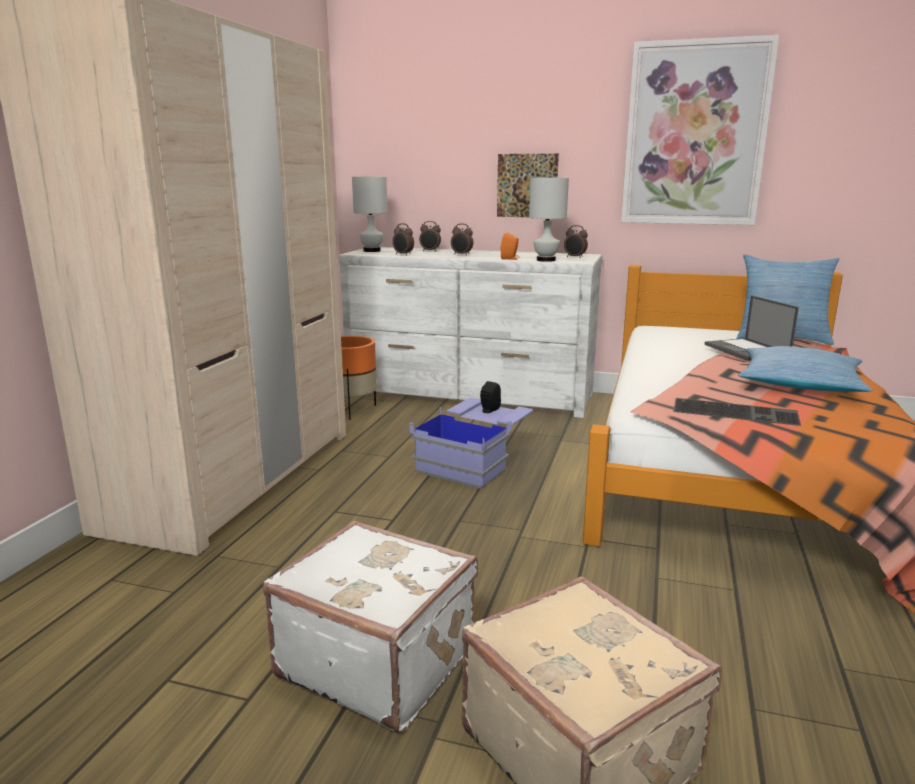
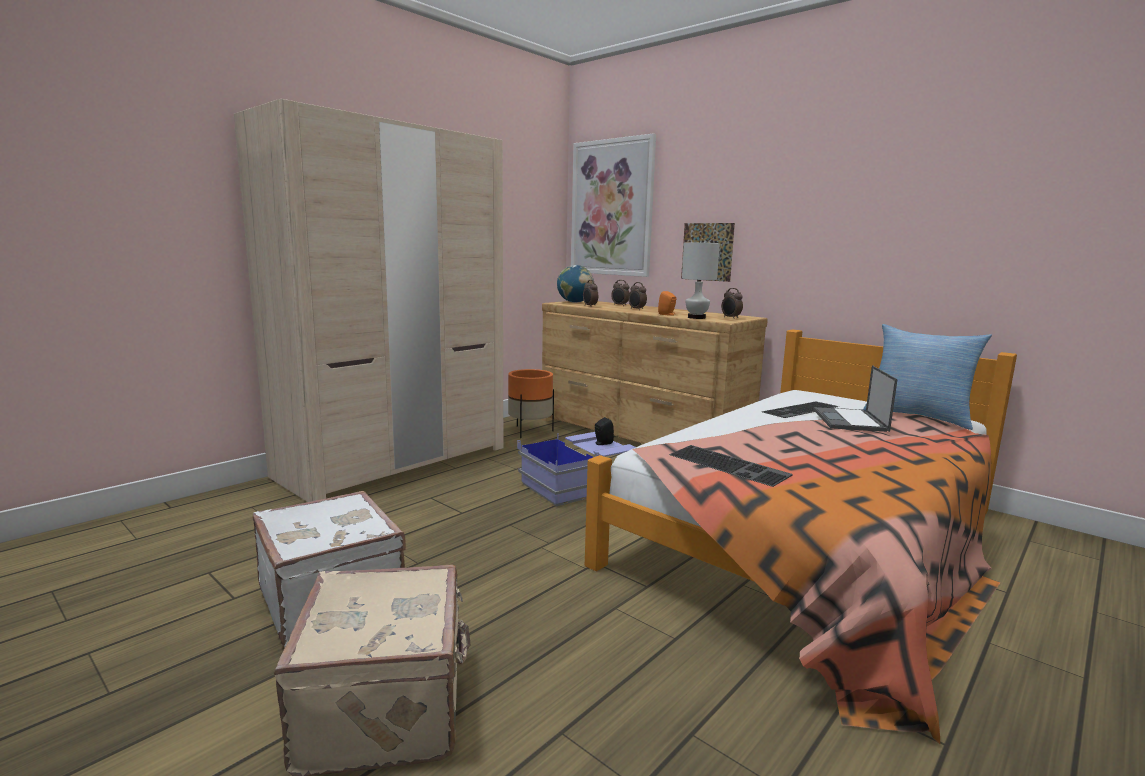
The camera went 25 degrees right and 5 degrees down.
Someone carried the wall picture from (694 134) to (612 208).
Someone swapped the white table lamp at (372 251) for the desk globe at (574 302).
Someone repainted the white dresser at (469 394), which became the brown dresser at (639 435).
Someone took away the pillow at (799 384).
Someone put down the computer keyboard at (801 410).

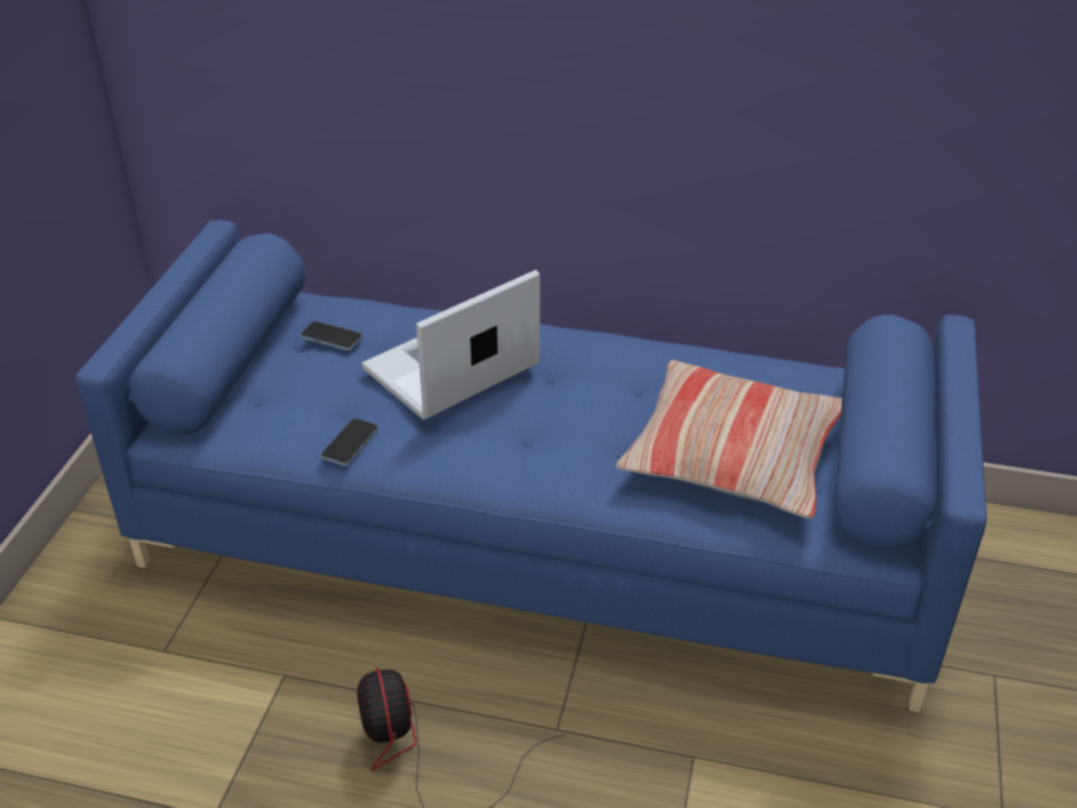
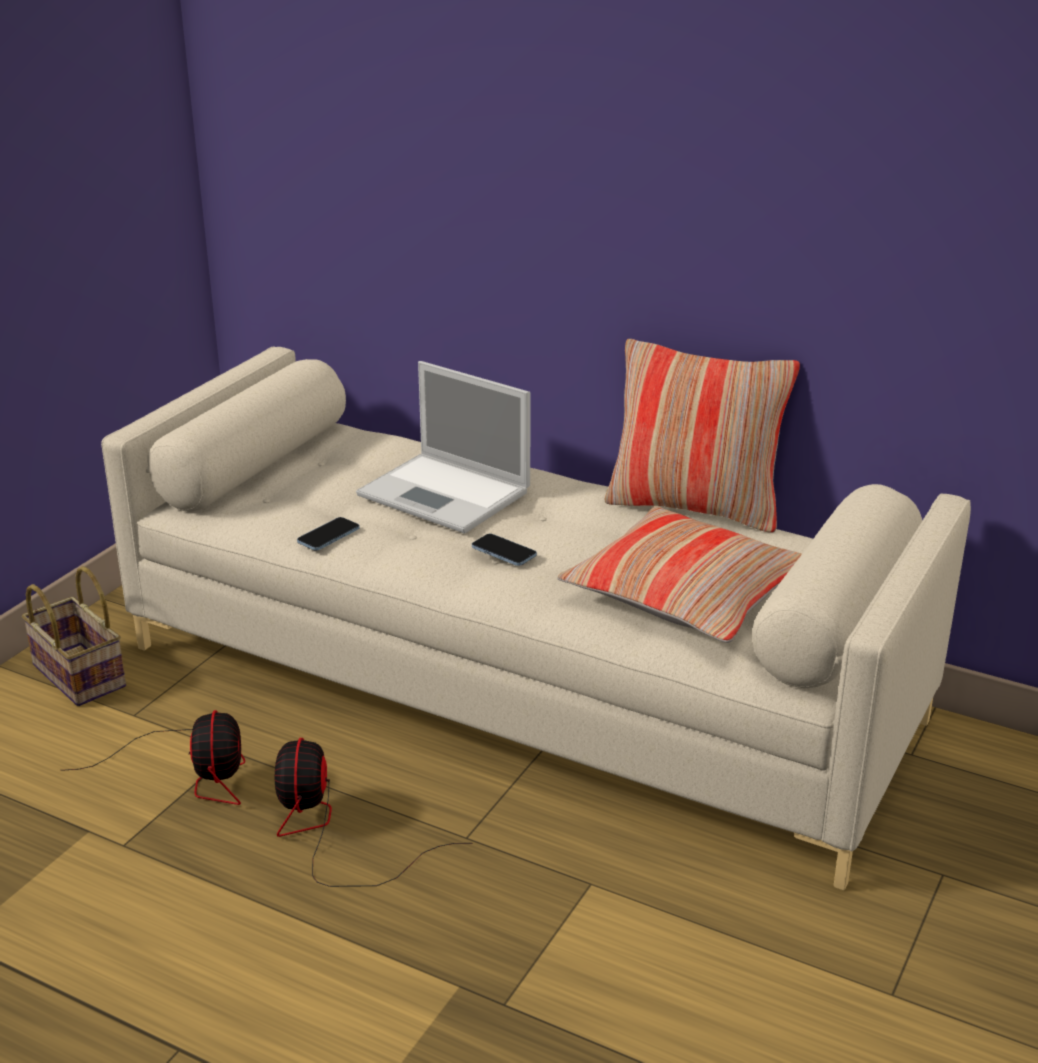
The camera went 15 degrees right and 10 degrees down.
Someone repainted the blue settee at (541 535), which became the beige-coloured settee at (522 683).
Someone rotated the laptop at (448 369) by 120 degrees counterclockwise.
Someone carried the telephone from (331 337) to (504 552).
Someone put down the pillow at (694 507).
Someone put down the household basket at (76 675).
Someone put down the cooling fan at (195 772).

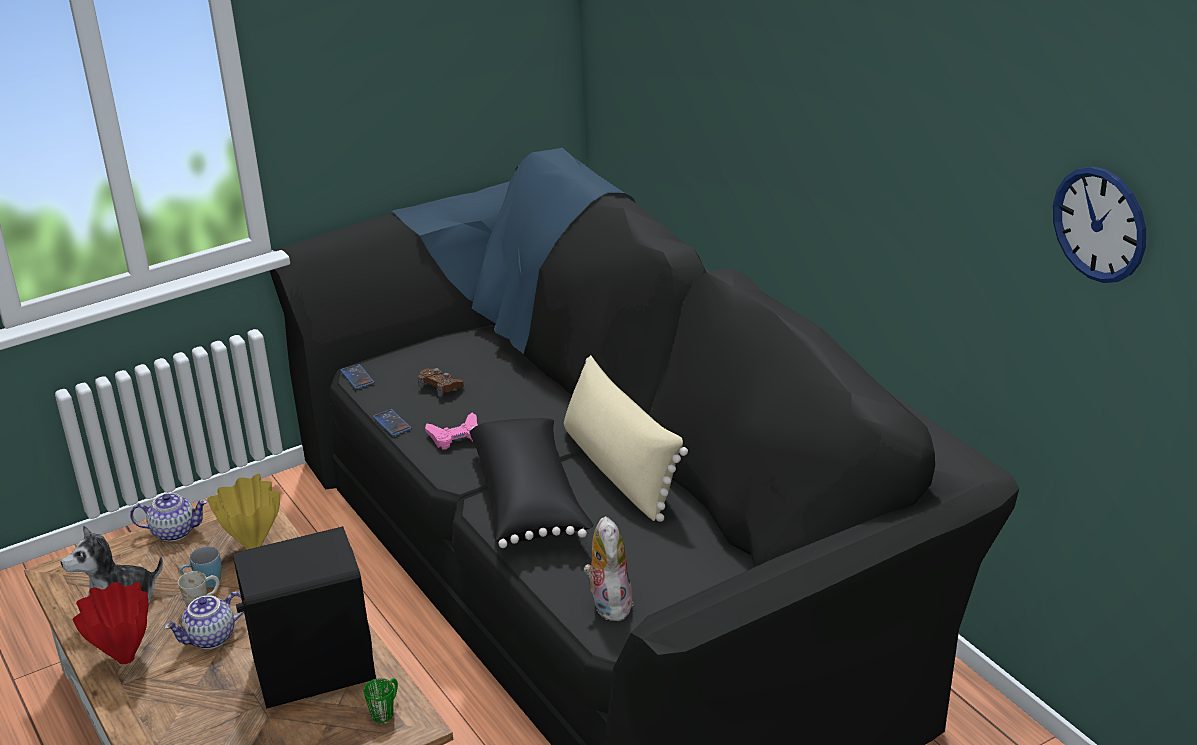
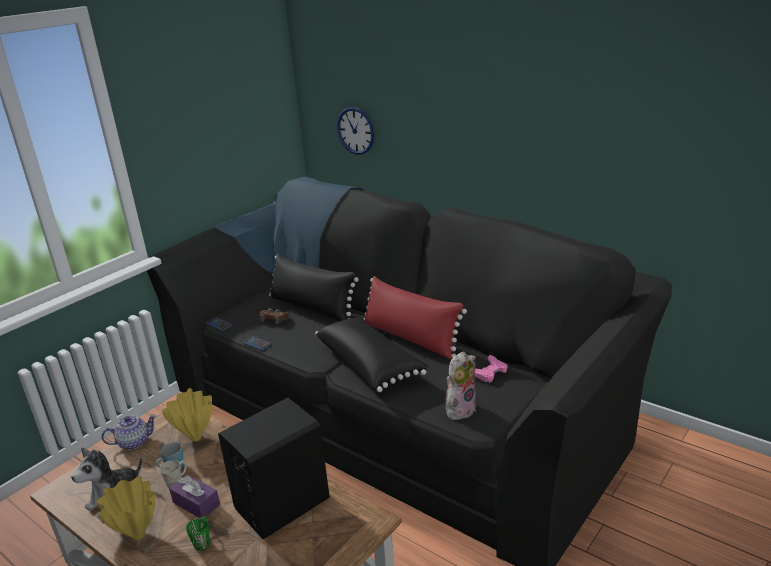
The camera went 20 degrees left and 5 degrees down.
Someone carried the hanging clock from (1099 224) to (355 130).
Someone repainted the beige-coloured pillow at (620 470), which became the reddish pillow at (410 338).
Someone carried the pink-coloured gamepad from (456 436) to (489 372).
Someone rotated the soft toy at (608 603) by 75 degrees clockwise.
Someone repainted the reddish vase at (125 657), which became the yellowish vase at (137 534).
Someone swapped the pot for tea at (211 639) for the purple box of tissues at (196 503).
Someone carried the green-coloured mug from (386 710) to (203 540).
Someone put down the black pillow at (312 308).

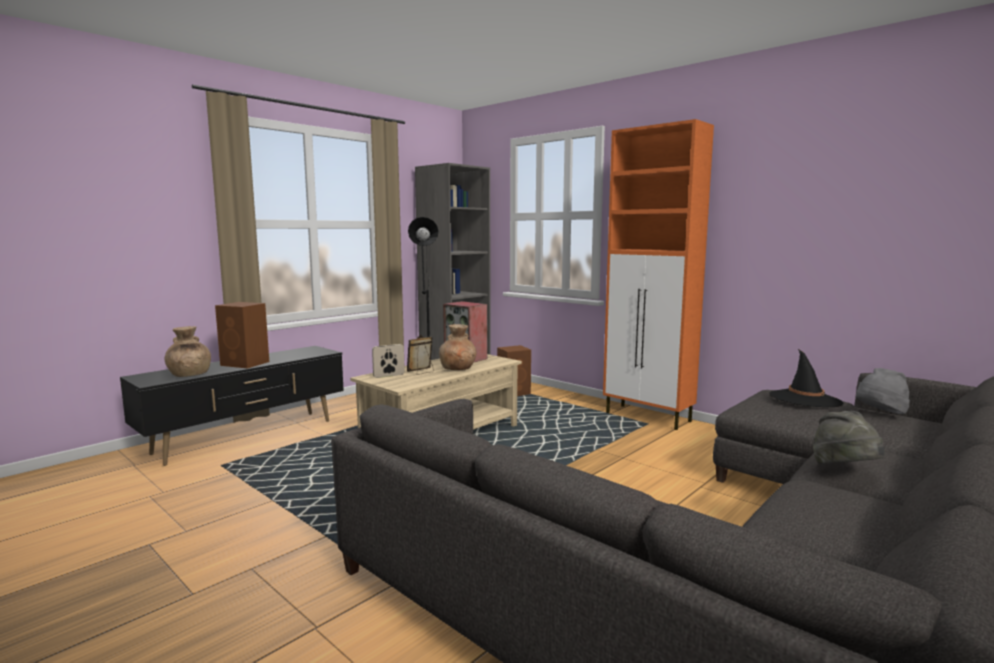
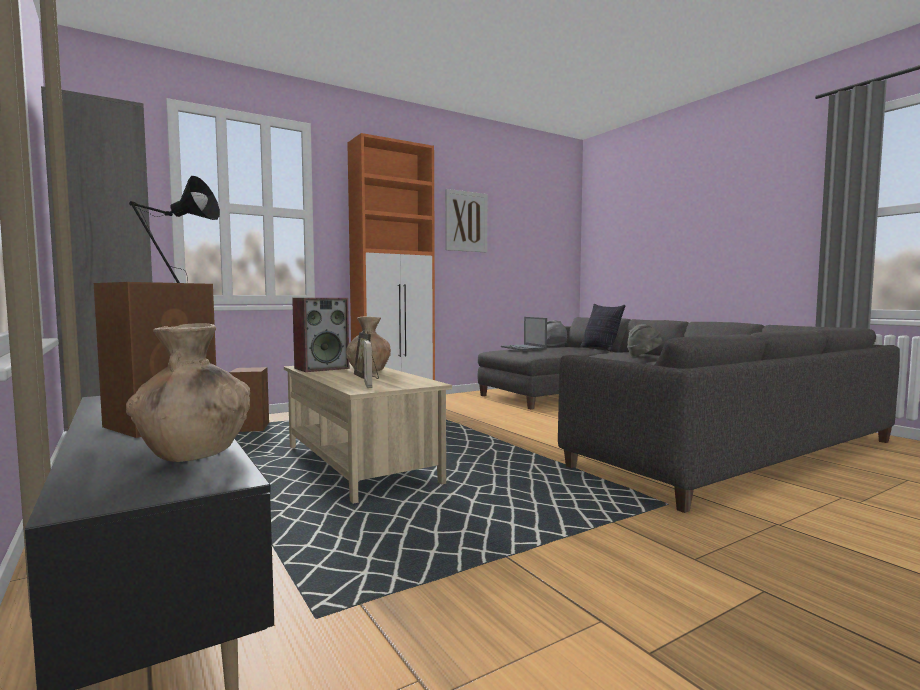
The camera went 75 degrees left and 5 degrees down.
Someone swapped the black clothing hat at (805 399) for the laptop at (523 348).
Someone put up the wall picture at (466 221).
Someone put down the pillow at (601 349).

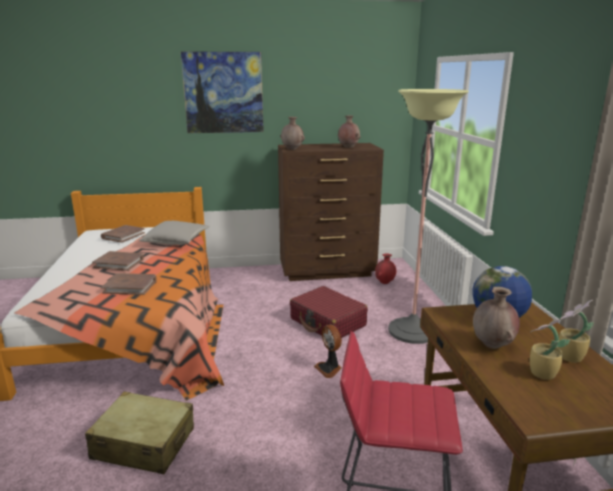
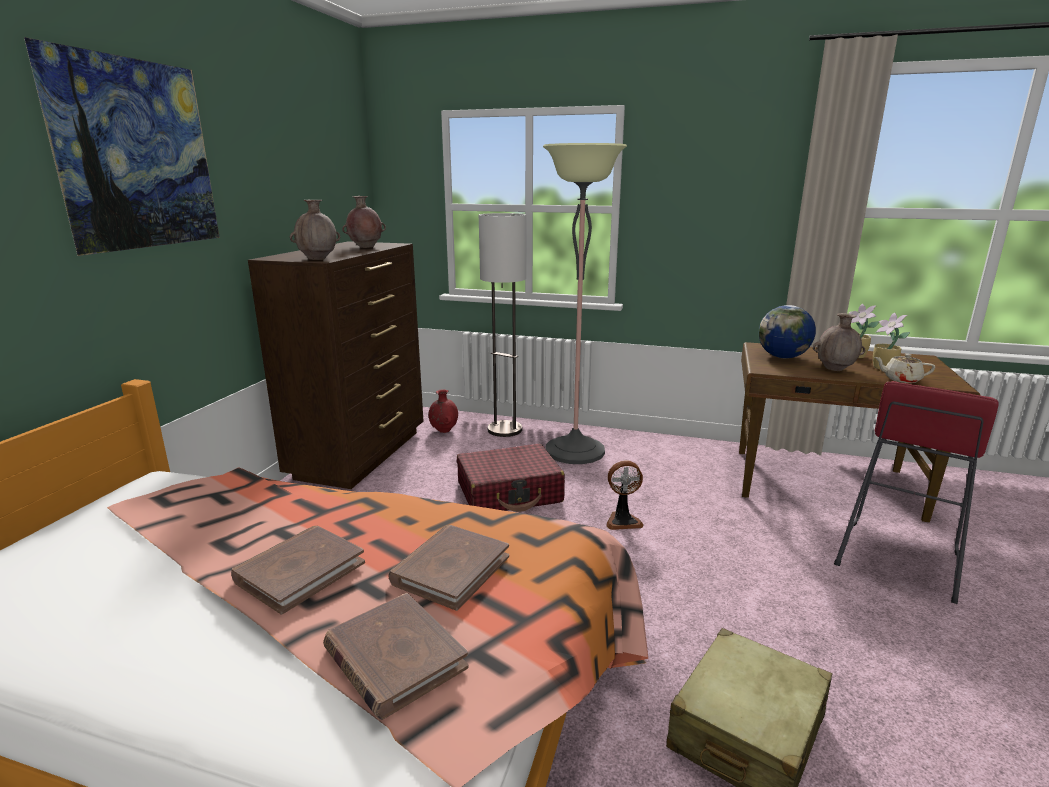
The camera went 65 degrees left and 0 degrees up.
Someone took away the gray pillow at (176 241).
Someone carried the brown book from (123 235) to (394 658).
Someone put down the floor lamp at (505 429).
Someone put down the beige-coloured pot for tea at (901 379).

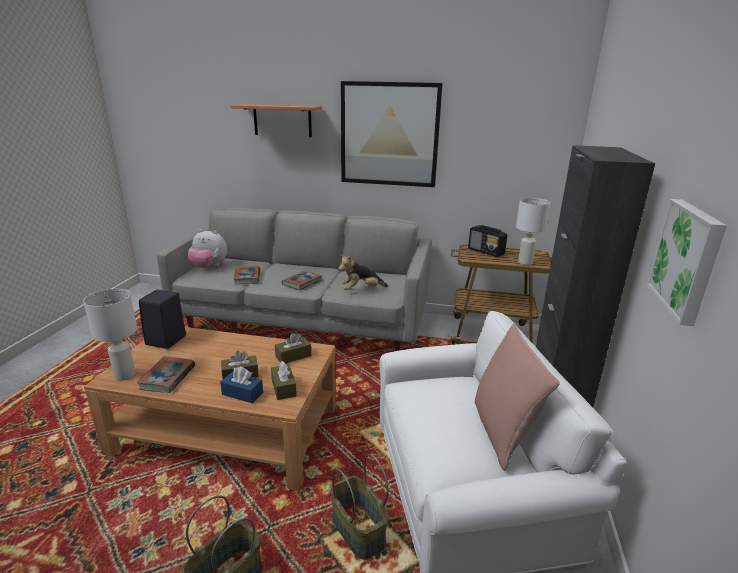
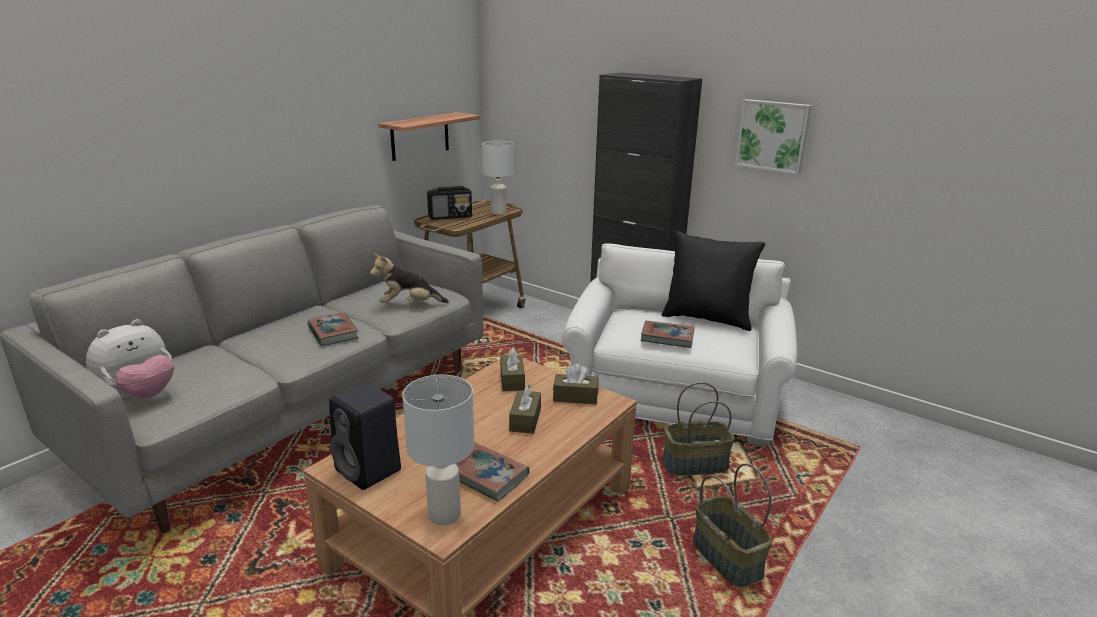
The camera went 65 degrees left and 0 degrees up.
Someone took away the wall picture at (389 134).
Someone carried the shelf from (282 120) to (420 136).
Someone rotated the soft toy at (361 290) by 75 degrees clockwise.
Someone carried the book from (247 277) to (667 337).
Someone repainted the pink-coloured pillow at (502 432), which became the black pillow at (707 318).
Someone took away the blue box of tissues at (242 393).

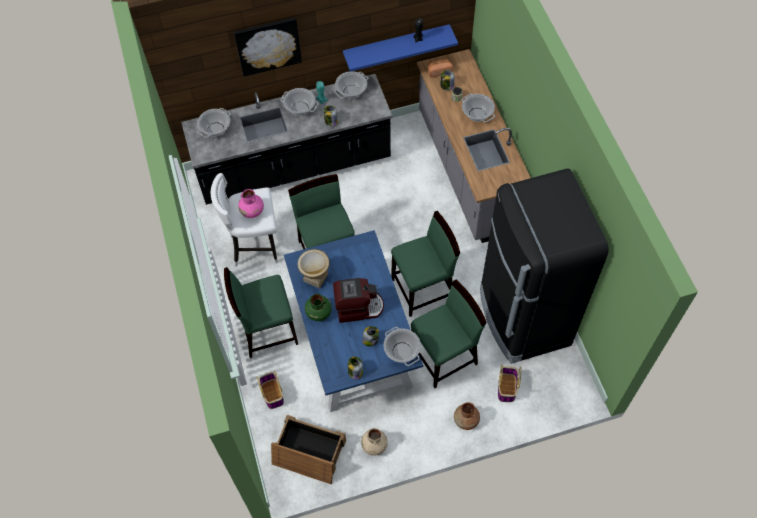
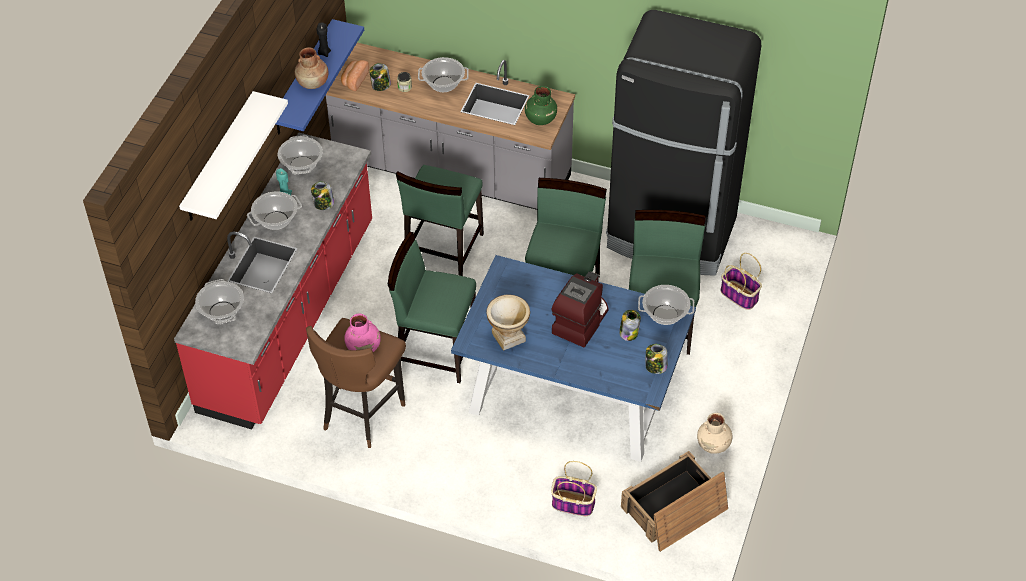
The camera went 55 degrees left and 10 degrees down.
Someone swapped the wall picture at (268 46) for the white shelf at (219 158).
Someone repainted the black counter at (294 167), which became the reddish counter at (289 316).
Someone repainted the white stool seat at (255 246), which became the brown stool seat at (362 414).
Someone carried the green-coloured chair from (267 330) to (443 249).
Someone carried the green-coloured vase from (318 312) to (540 119).
Someone carried the brown vase from (466 420) to (313 83).

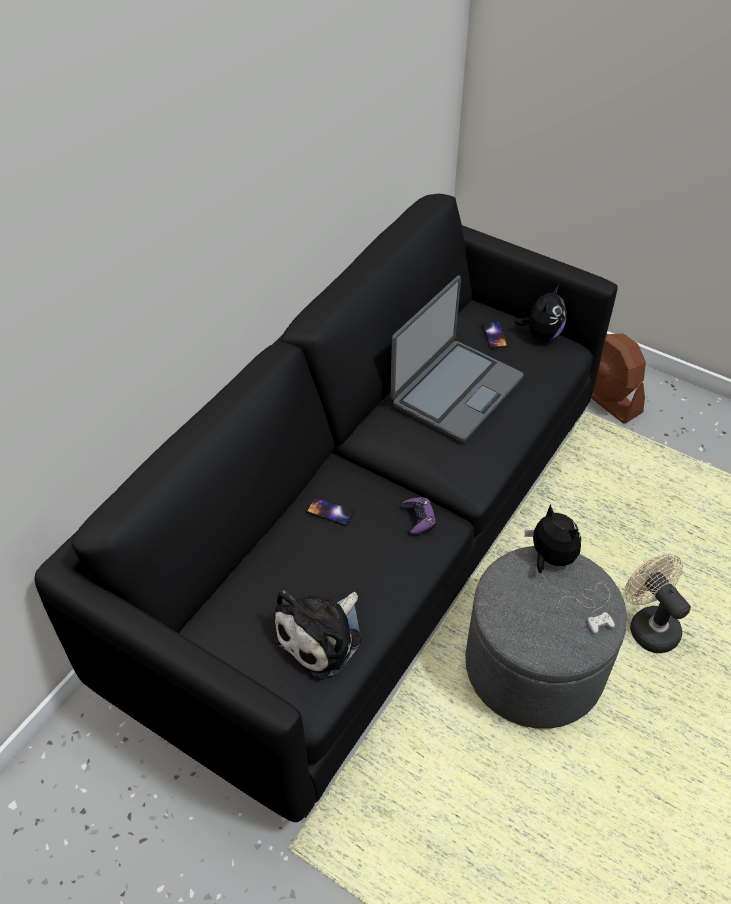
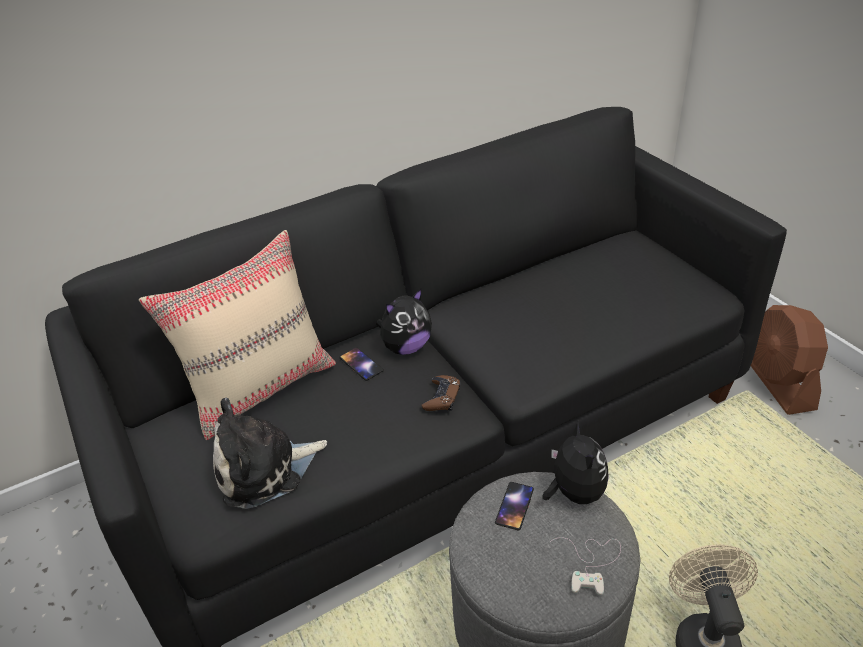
The camera went 30 degrees right and 10 degrees down.
Someone took away the laptop at (455 390).
Someone carried the soft toy from (541 335) to (406 347).
Someone carried the telephone from (494 335) to (514 506).
Someone repainted the purple gamepad at (418 518), which became the brown gamepad at (442 397).
Someone put down the beige-coloured pillow at (261 388).

